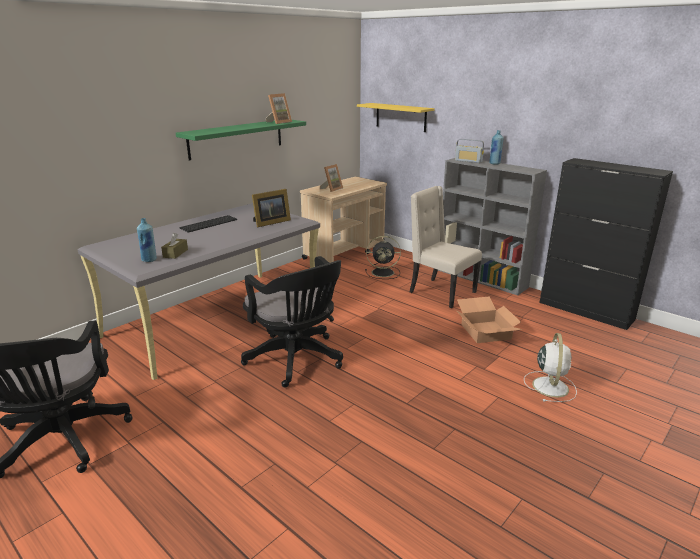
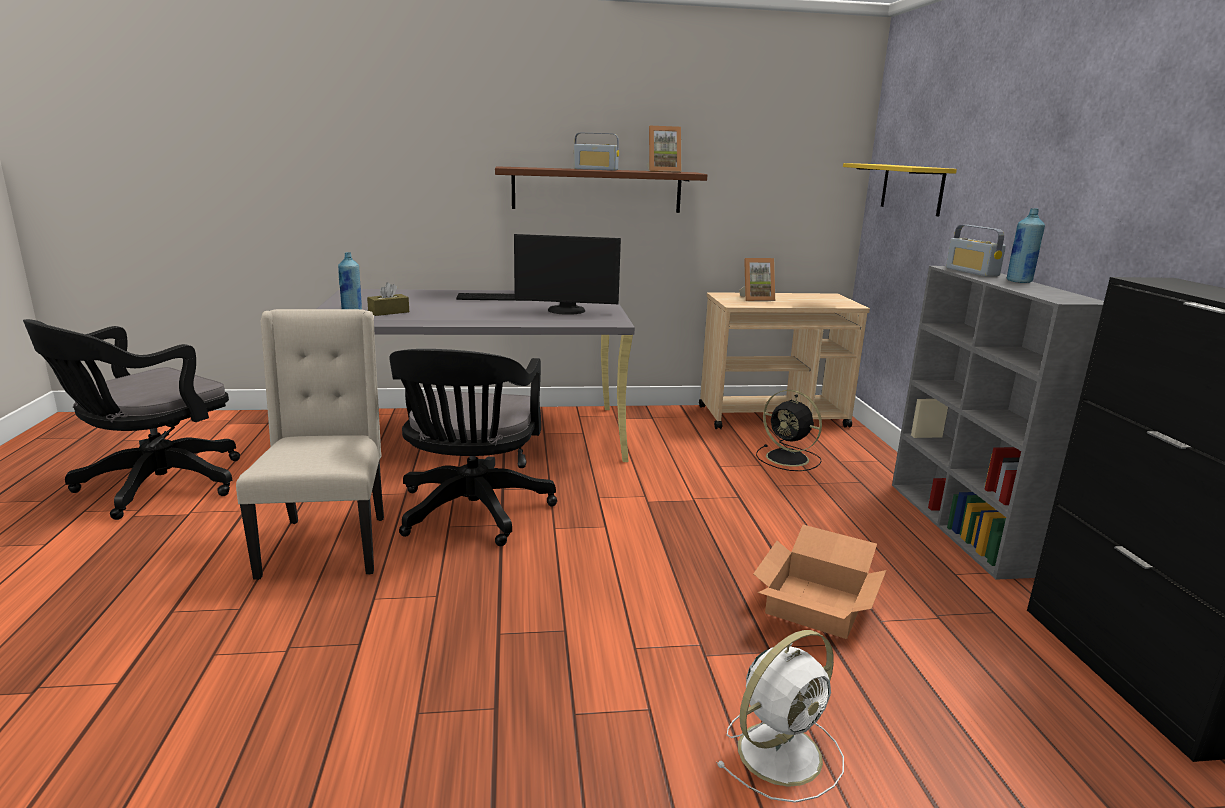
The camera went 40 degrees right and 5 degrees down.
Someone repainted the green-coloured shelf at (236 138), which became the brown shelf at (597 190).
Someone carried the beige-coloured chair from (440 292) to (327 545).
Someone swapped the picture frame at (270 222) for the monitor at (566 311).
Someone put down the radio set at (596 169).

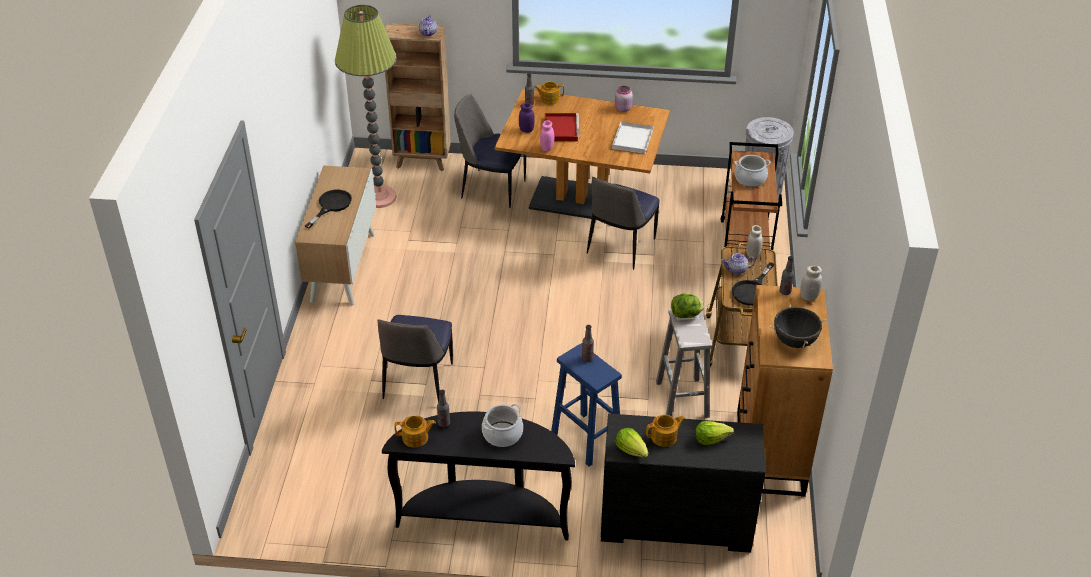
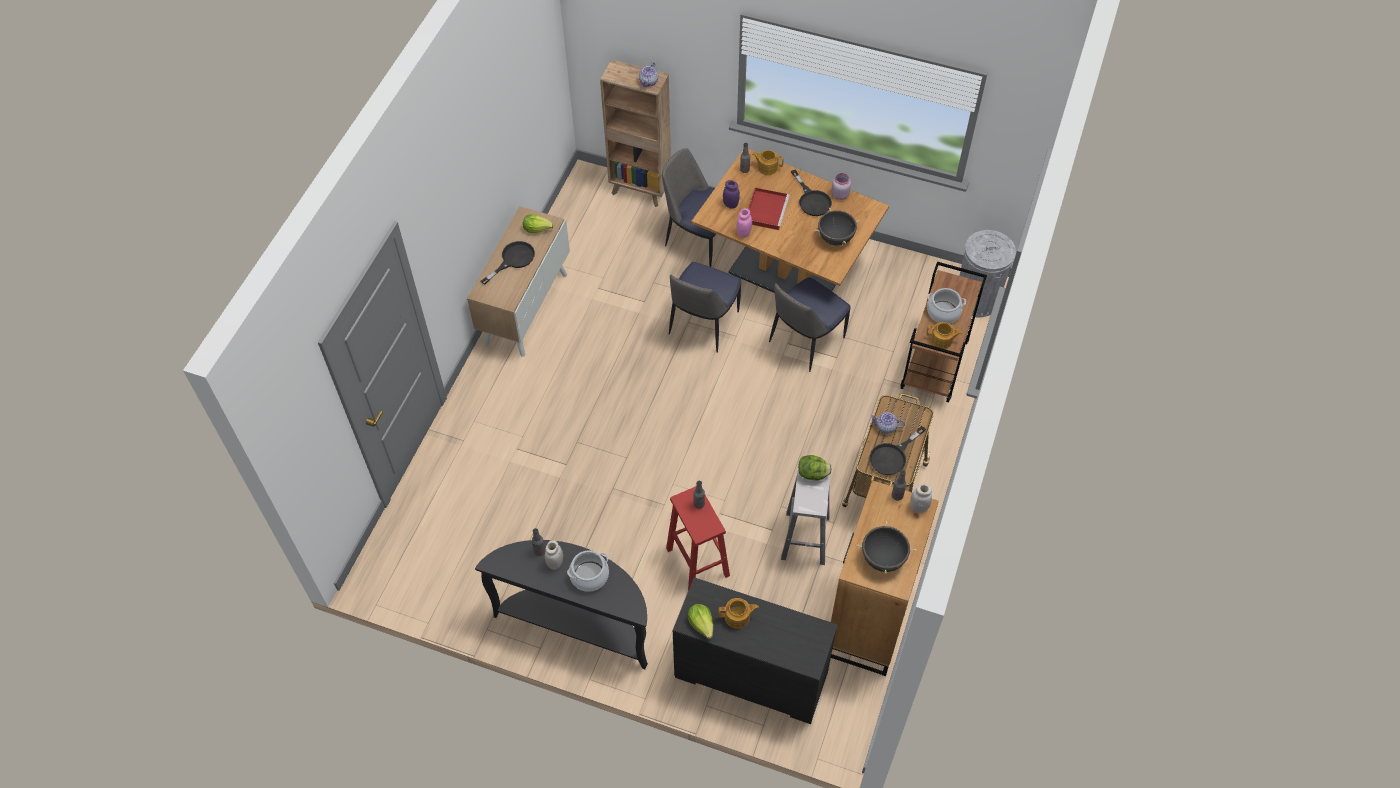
The camera went 15 degrees right and 15 degrees up.
Someone took away the floor lamp at (379 197).
Someone swapped the white tray at (632 139) for the black saucepot at (835 238).
Someone carried the white preserve jar from (752 254) to (555 563).
Someone carried the chair from (417 383) to (703 325).
Someone repainted the blue stool seat at (587 440), which became the reddish stool seat at (698 563).
Someone carried the pot for tea from (416 438) to (942 340).
Someone carried the lettuce from (711 438) to (537 228).
Someone put down the black pan at (812 200).

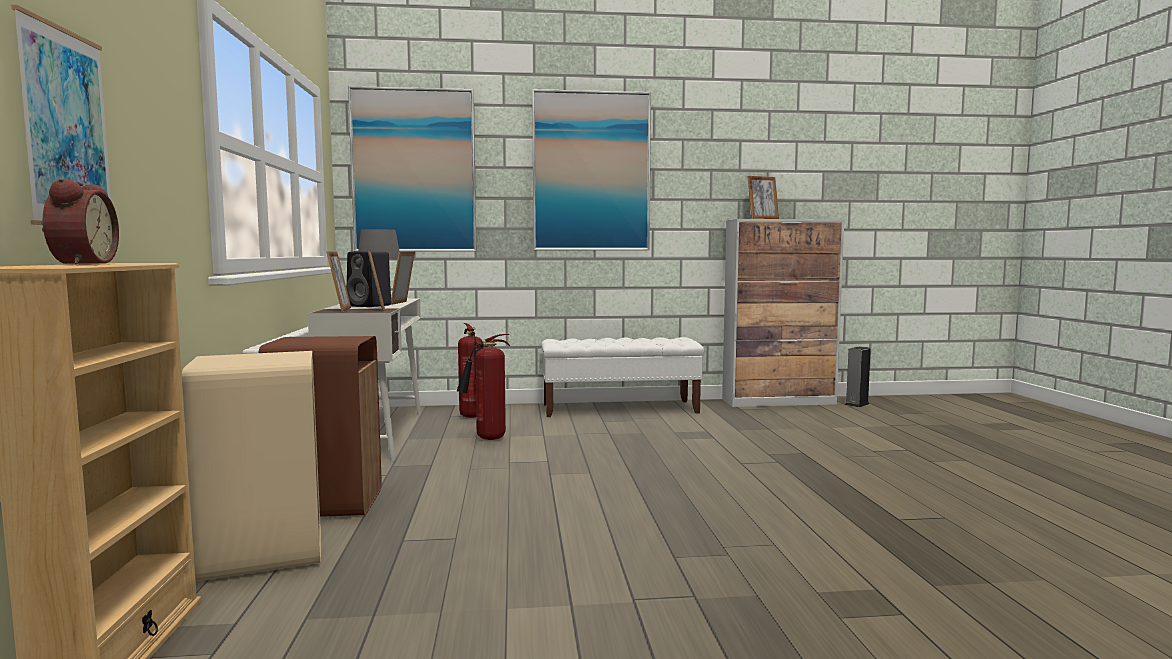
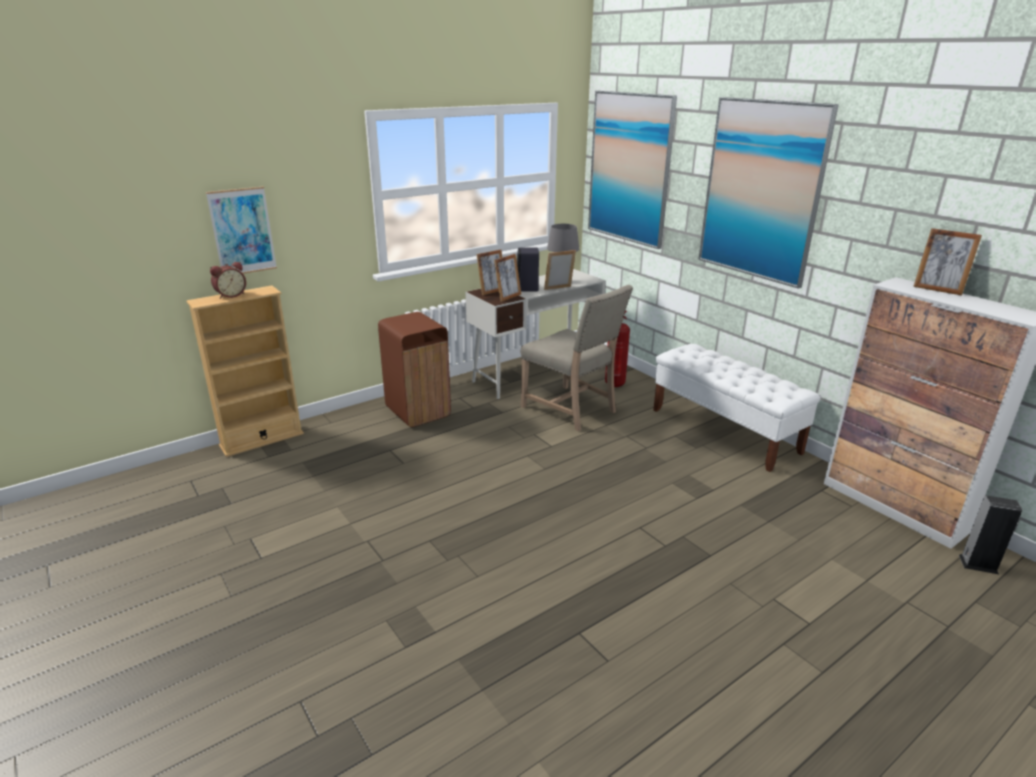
The camera went 60 degrees right and 20 degrees up.
Someone swapped the fire-fighting cylinder at (487 439) for the beige-coloured chair at (572 409).
Someone took away the beige-coloured trash can at (262 554).

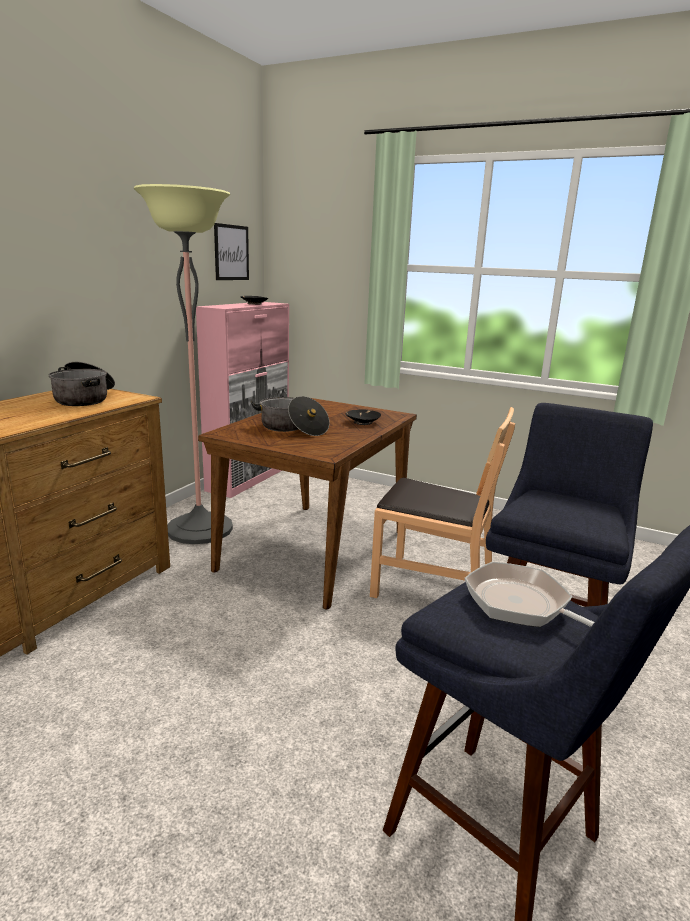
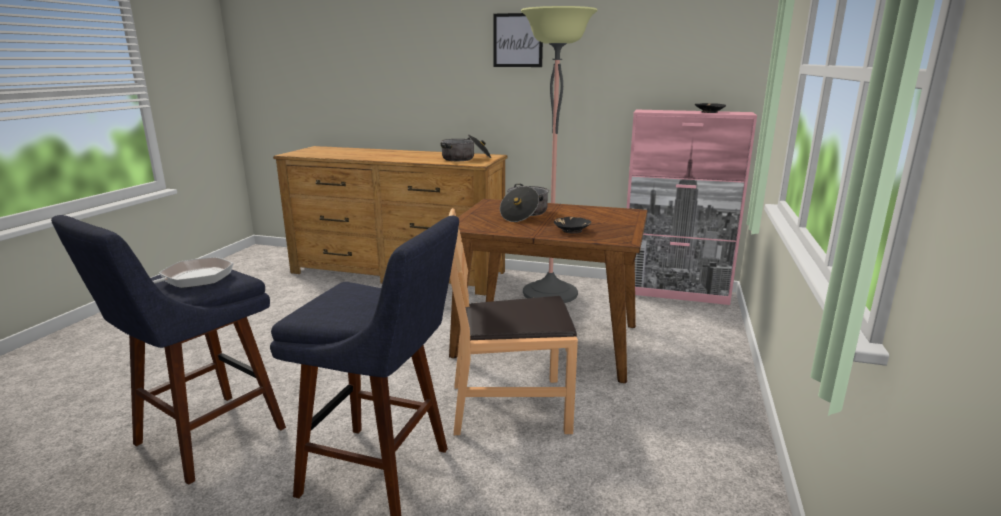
The camera went 80 degrees right and 0 degrees up.
Someone carried the wall picture from (231 252) to (518 40).
Someone rotated the brown chair at (432 586) by 75 degrees clockwise.

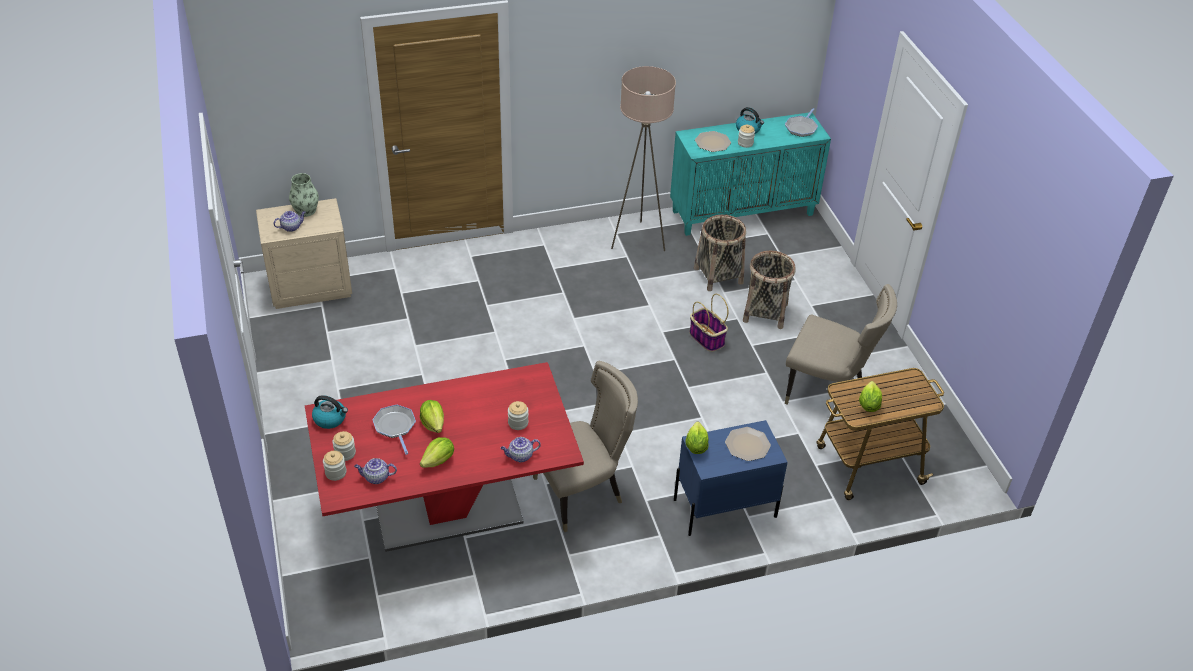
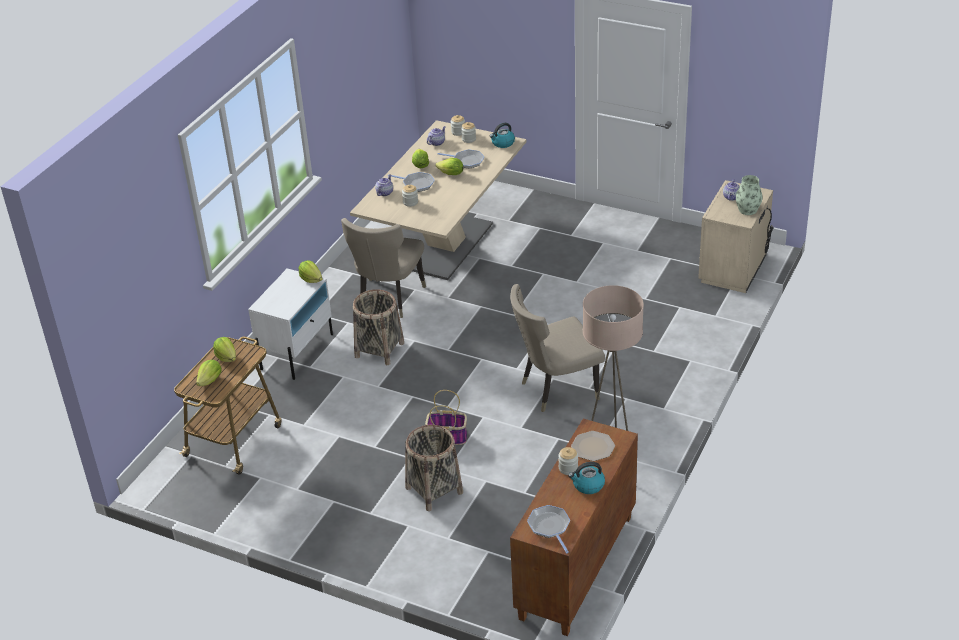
The camera went 135 degrees right and 5 degrees down.
Someone repainted the turquoise cabinet at (743 212), which became the brown cabinet at (577 568).
Someone carried the household basket from (718 275) to (379 350).
Someone carried the beige-coloured chair from (827 392) to (555 389).
Someone repainted the reddish dinner table at (448 508), which became the beige-coloured dinner table at (445 245).
Someone repainted the blue nightstand at (724 508), which became the white nightstand at (297 351).
Someone took away the dinner plate at (747 444).
Someone put down the pan at (416 184).
Someone put down the lettuce at (210 380).

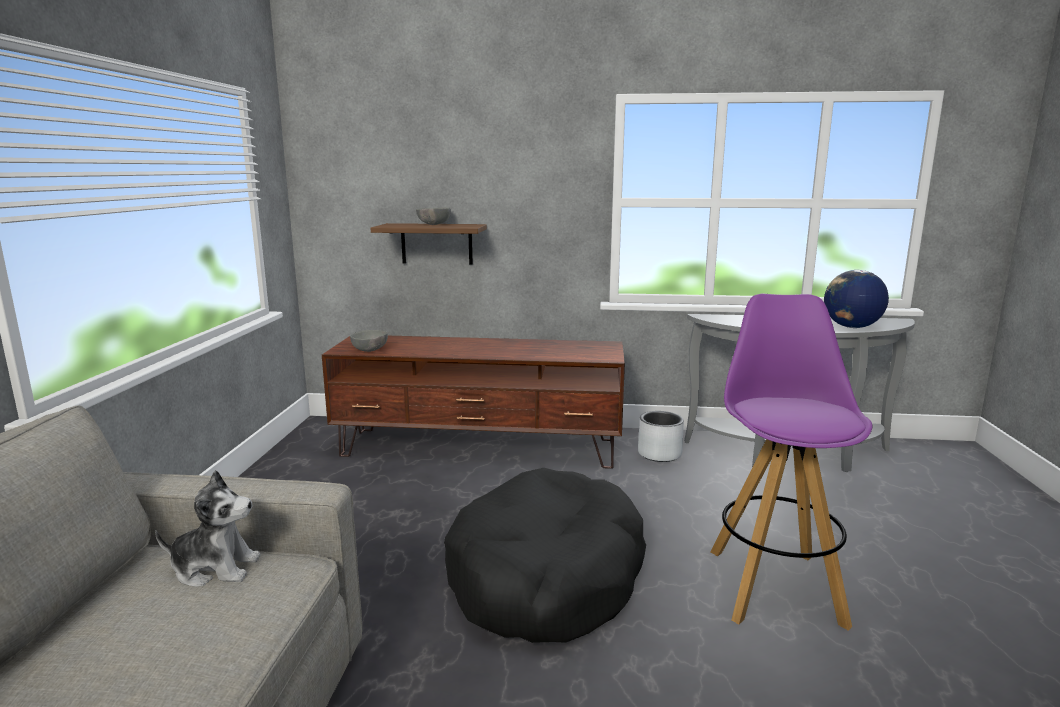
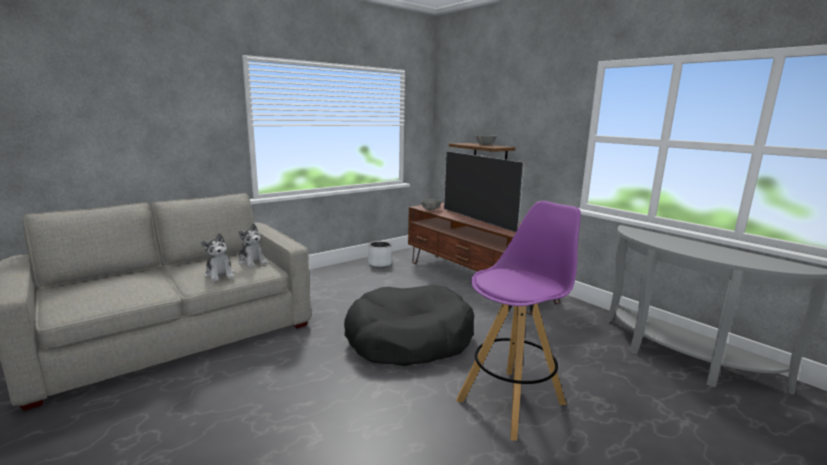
The camera went 45 degrees right and 0 degrees up.
Someone took away the desk globe at (851 327).
Someone carried the gray planter from (659 454) to (380 264).
Someone put down the TV set at (477 220).
Someone put down the soft toy at (220 275).

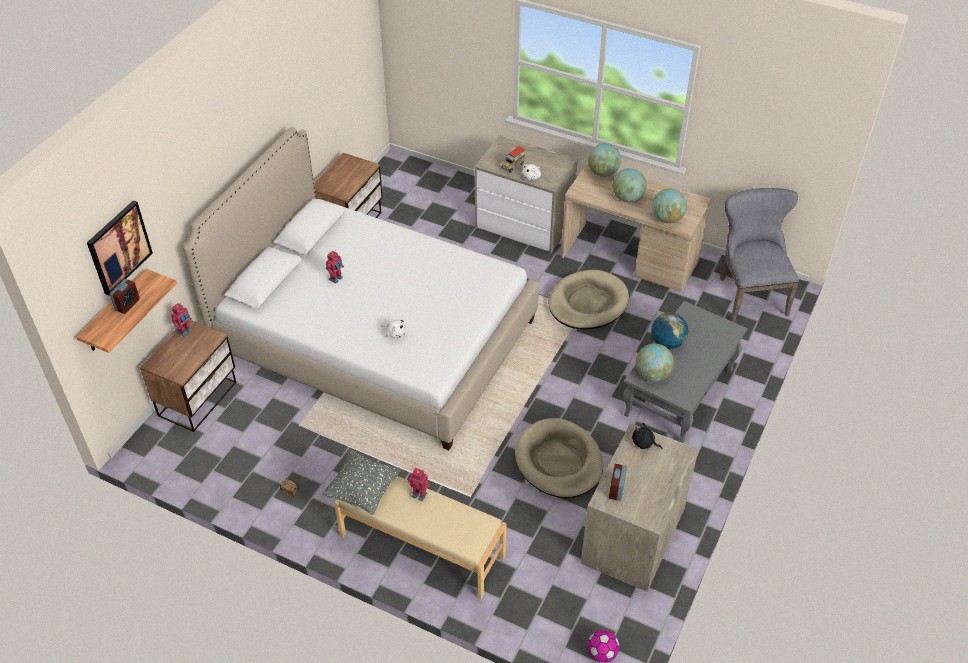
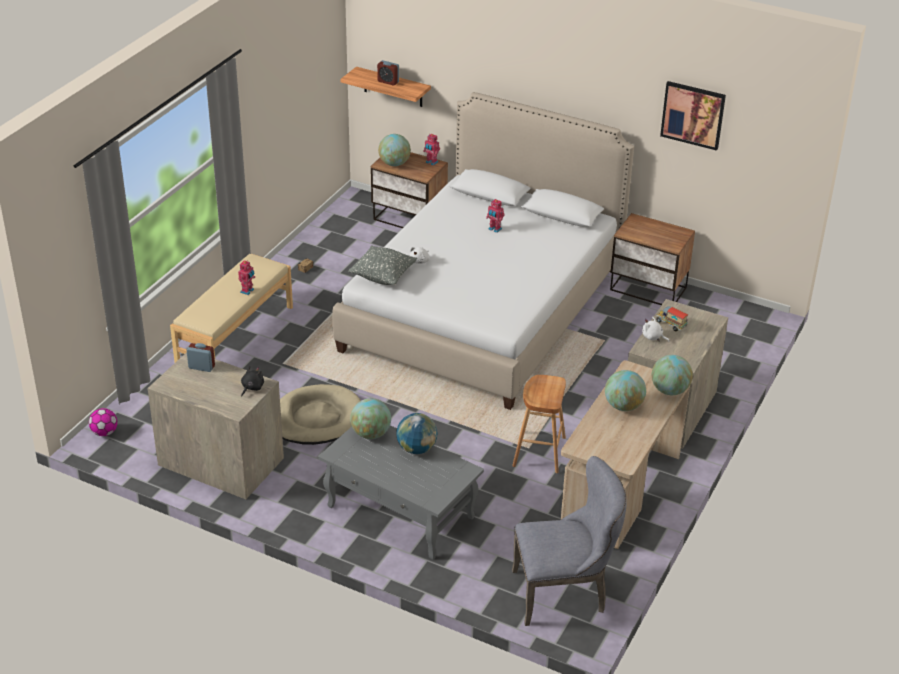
The camera went 90 degrees right and 10 degrees down.
Someone carried the desk globe from (667 219) to (394 164).
Someone carried the wall picture from (119 247) to (693 115).
Someone swapped the beige-coloured dog bed at (587 303) for the brown stool seat at (539 452).
Someone carried the gray pillow from (363 491) to (383 277).

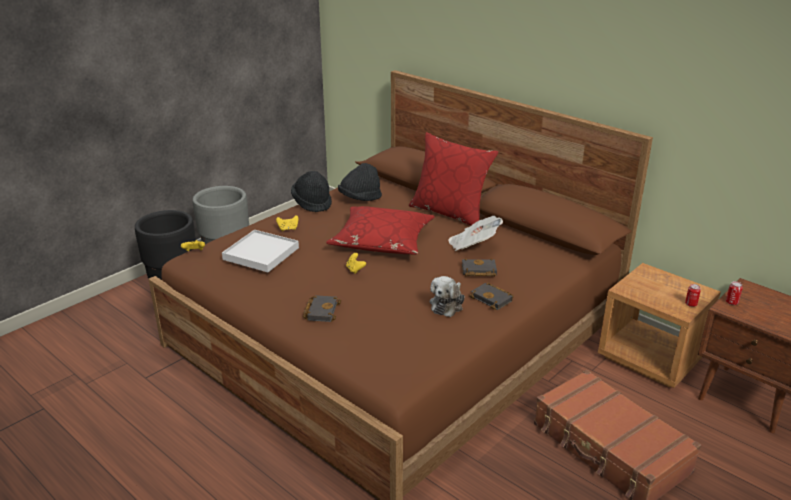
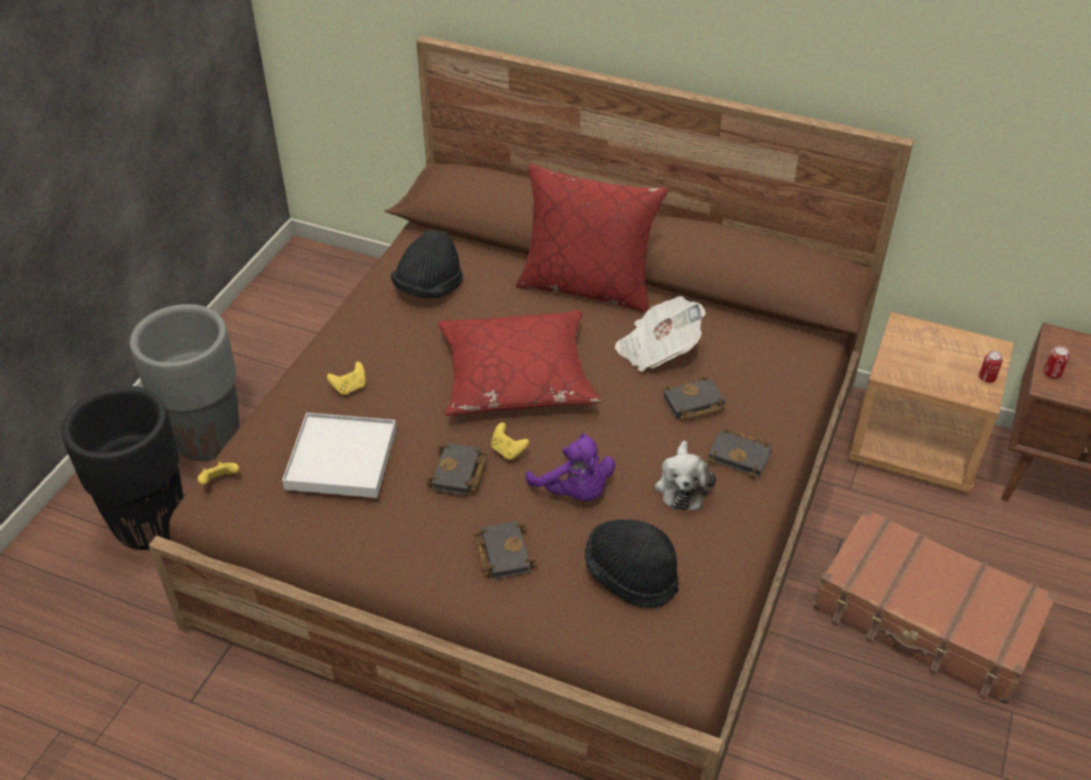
The camera went 20 degrees left and 15 degrees up.
Someone carried the black clothing hat from (312 203) to (631 575).
Someone put down the purple soft toy at (574 491).
Someone put down the black book at (459 474).

